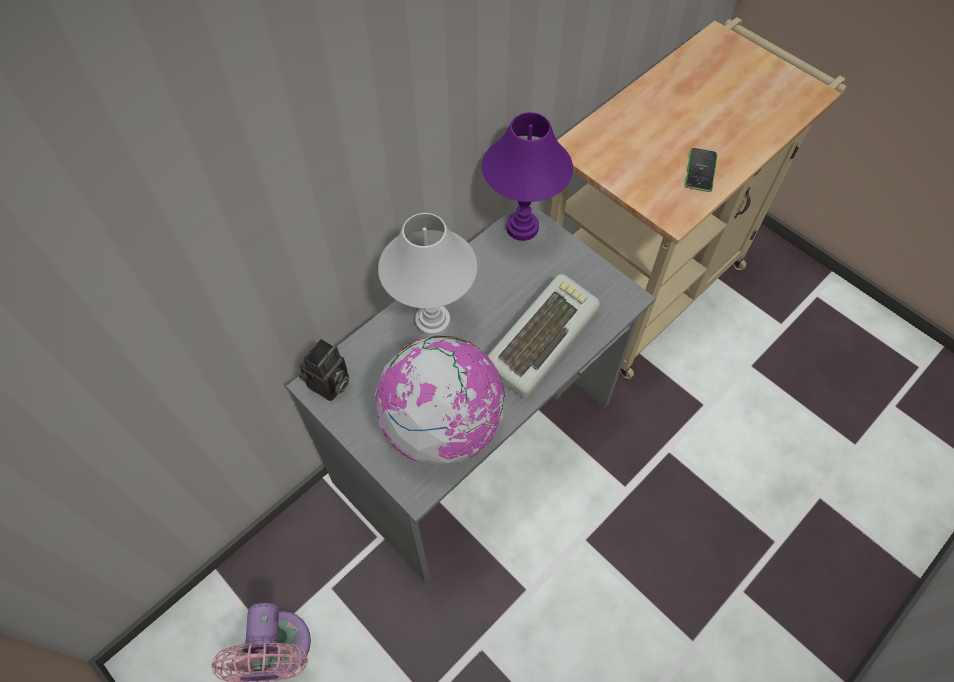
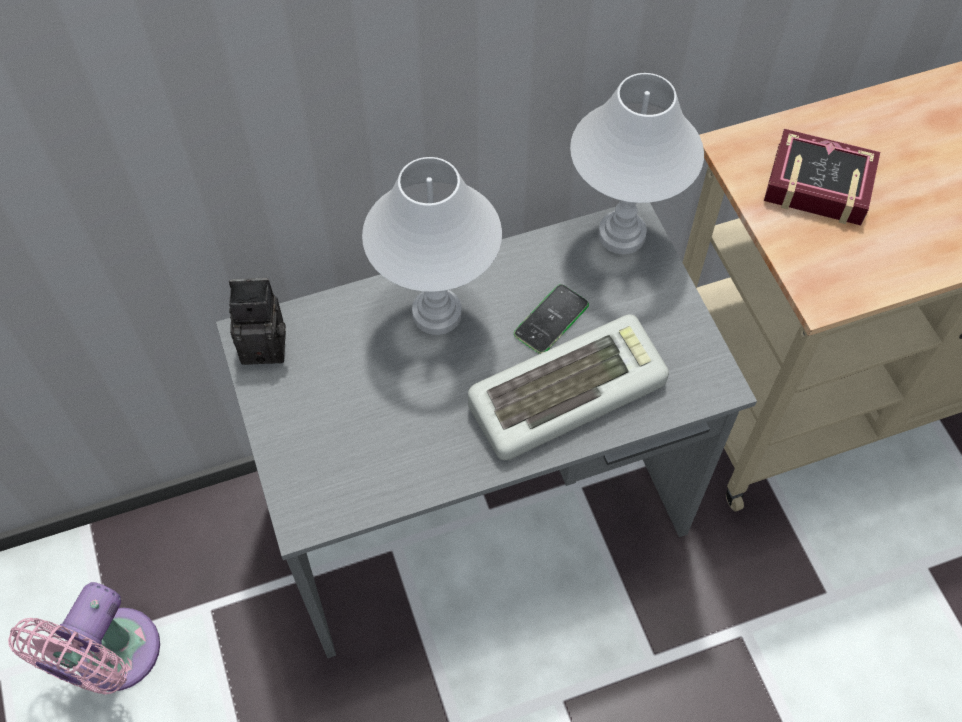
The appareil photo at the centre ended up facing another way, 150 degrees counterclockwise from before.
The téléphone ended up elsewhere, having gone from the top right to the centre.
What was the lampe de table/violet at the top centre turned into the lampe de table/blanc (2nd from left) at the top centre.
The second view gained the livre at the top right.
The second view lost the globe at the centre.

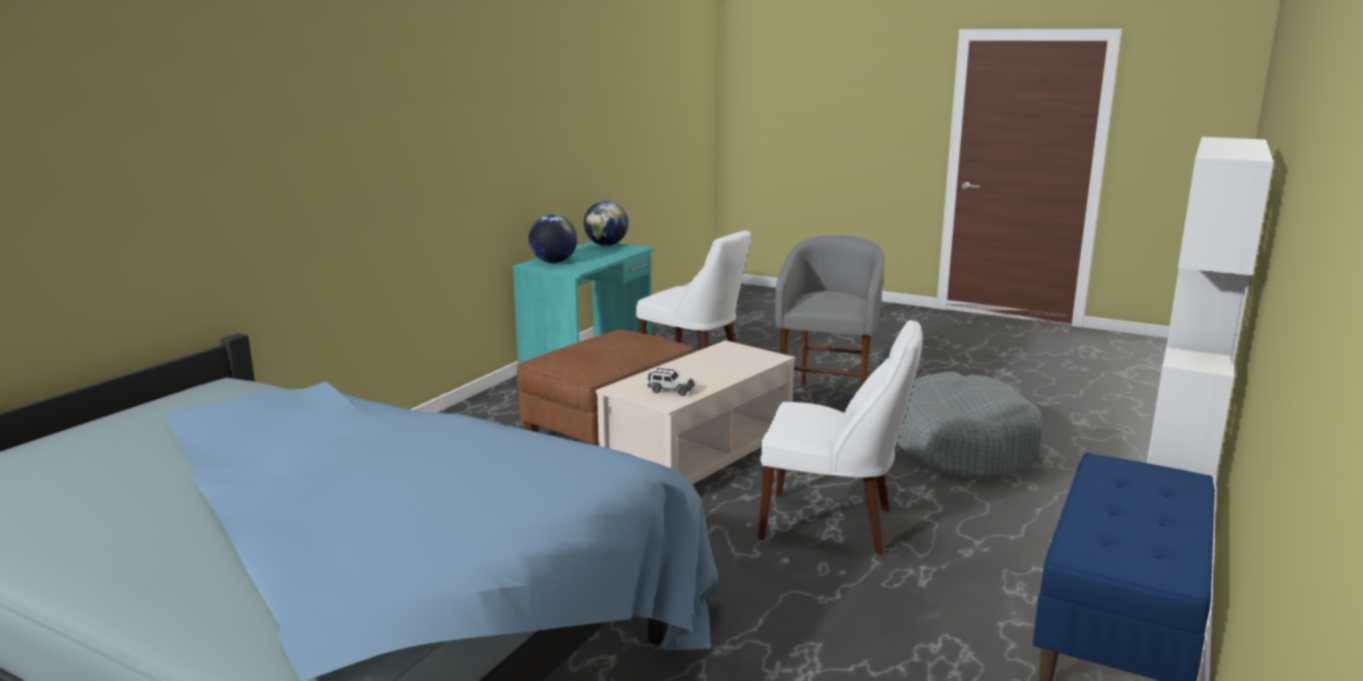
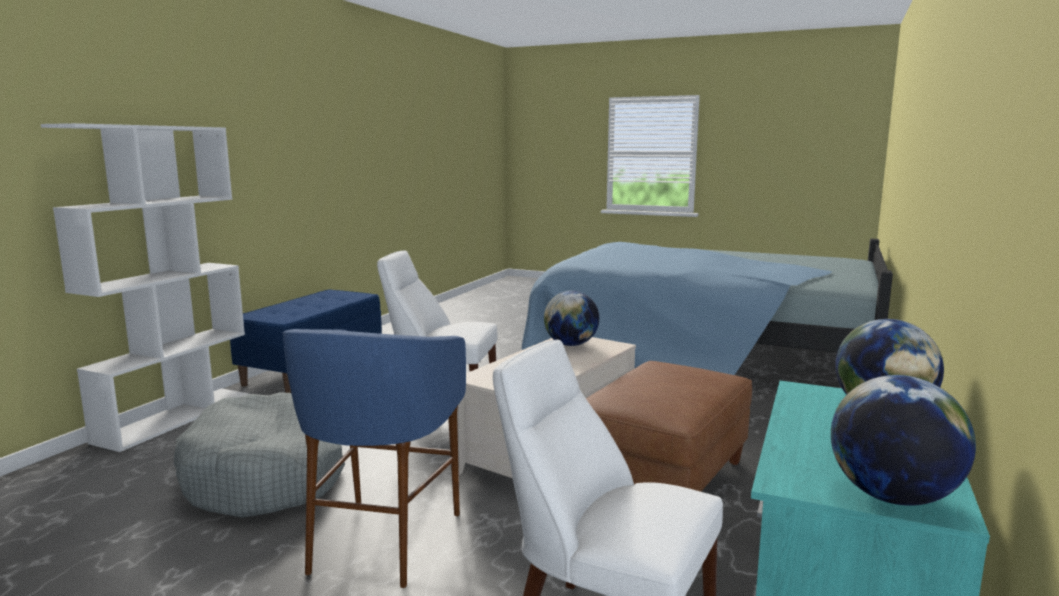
What was the tabouret/gris at the centre turned into the tabouret/bleu at the bottom centre.
Where the petite voiture stood at the centre, the globe (1st from left) came to stand at the centre.

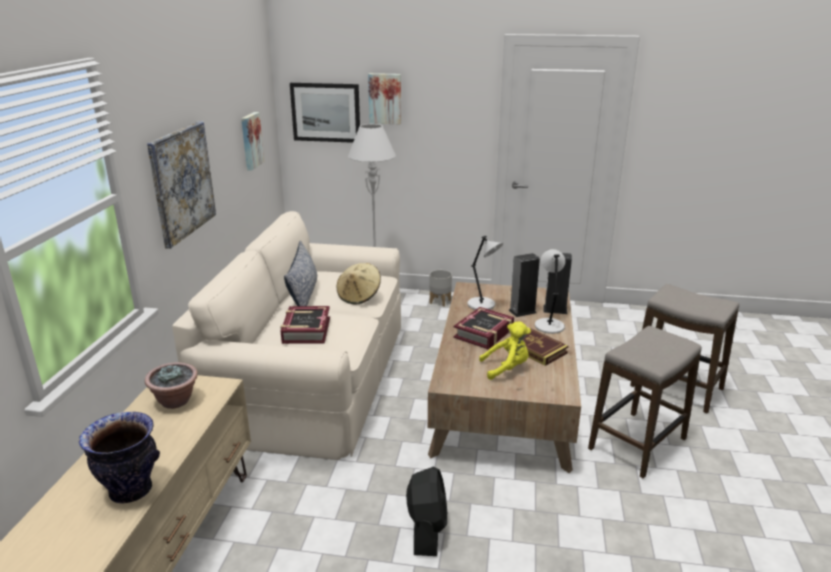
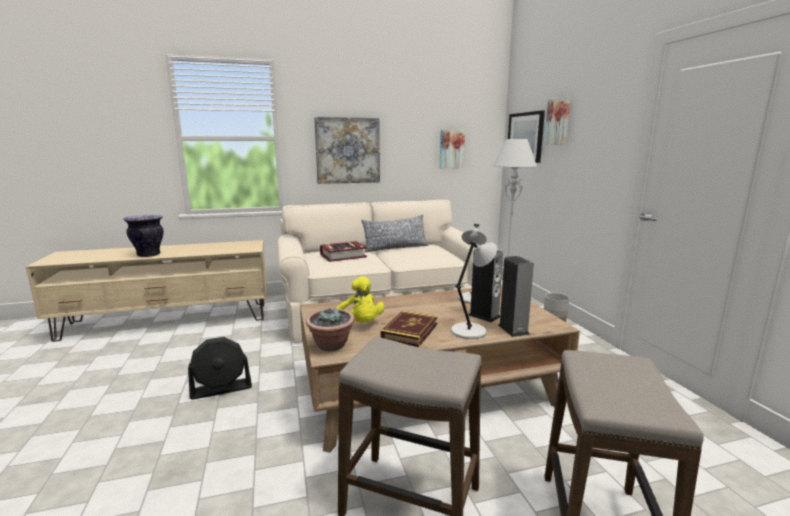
The plante en pot ended up elsewhere, having gone from the bottom left to the centre.
The second view lost the chapeau/beige at the centre.
The second view lost the livre (2nd from left) at the centre.

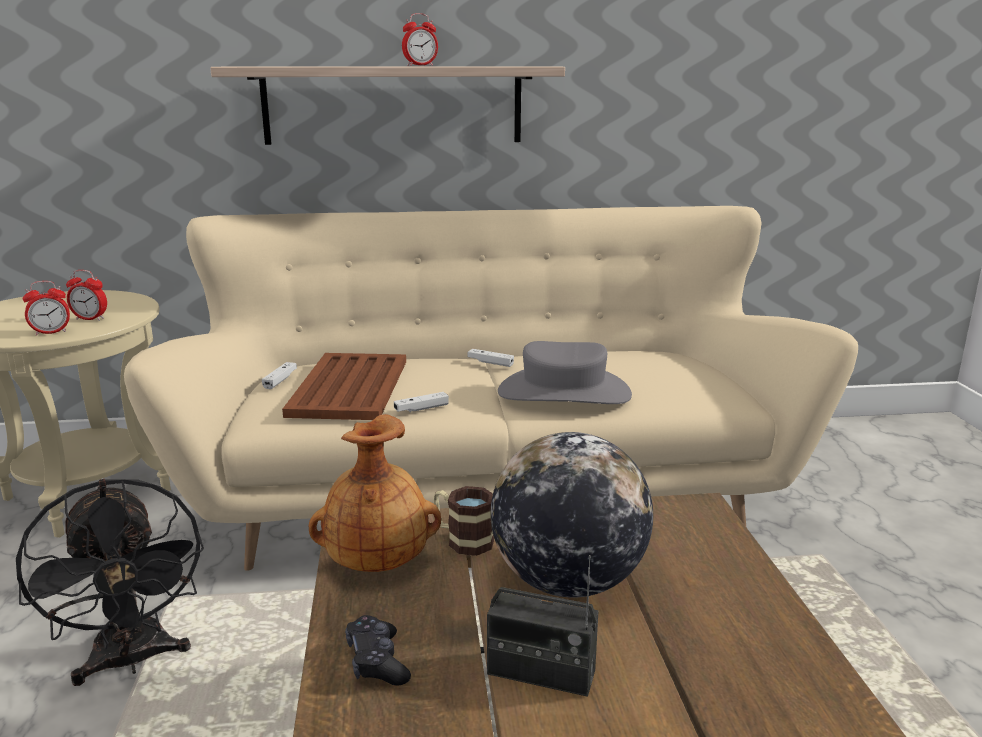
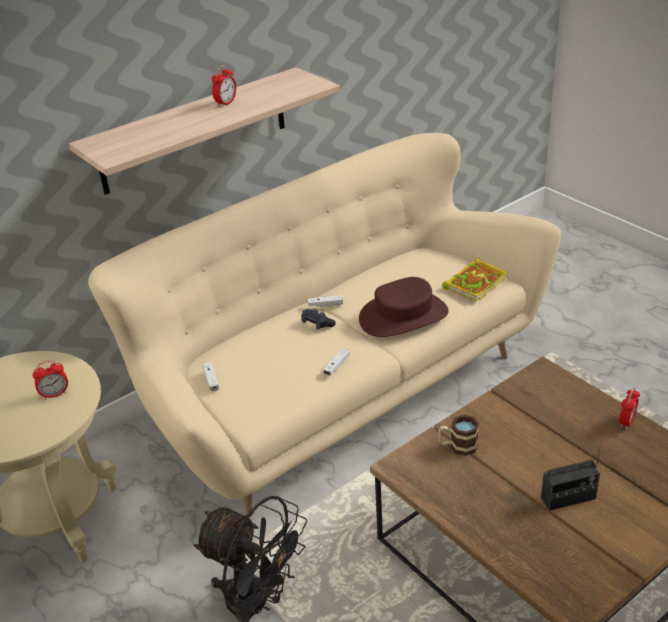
The manette/noir ended up elsewhere, having gone from the bottom centre to the centre.
What was the chapeau/gris at the centre turned into the chapeau/marron at the centre.
The second view gained the livre at the middle right.
The réveil (1st from left in the first image) ended up elsewhere, having gone from the middle left to the middle right.
The second view lost the plateau/marron at the centre.
The second view lost the vase/marron at the bottom centre.
The second view lost the globe at the bottom centre.

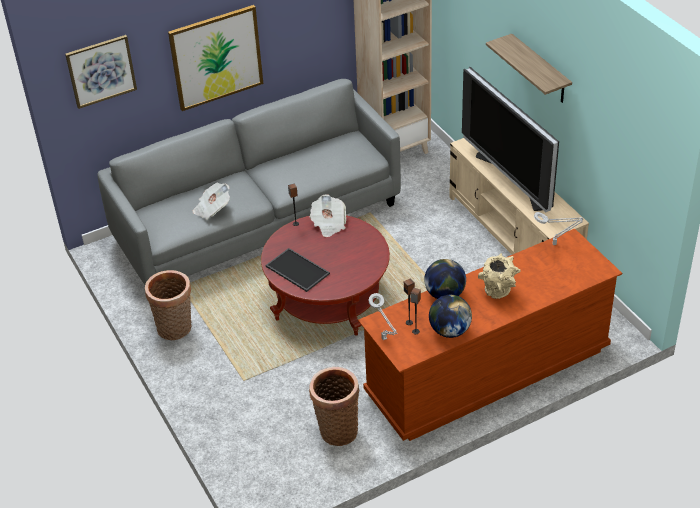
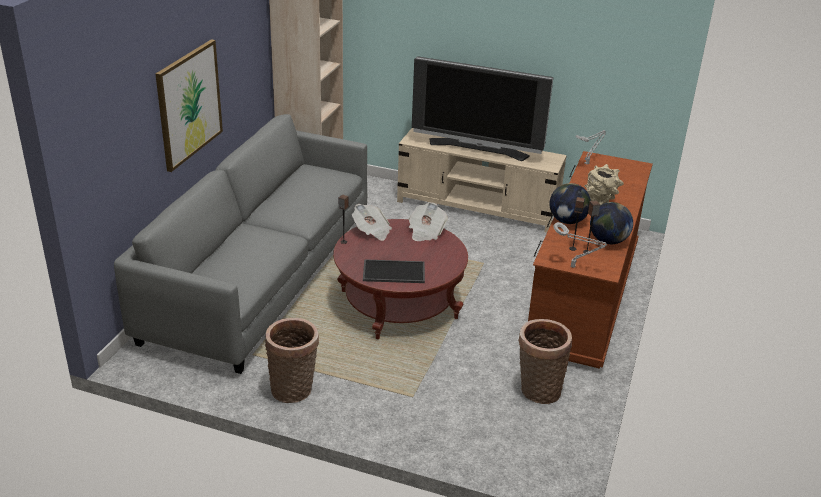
The journal (1st from left in the first image) ended up elsewhere, having gone from the middle left to the centre.
The second view lost the tableau (1st from left) at the top left.
The second view lost the étagère at the top right.

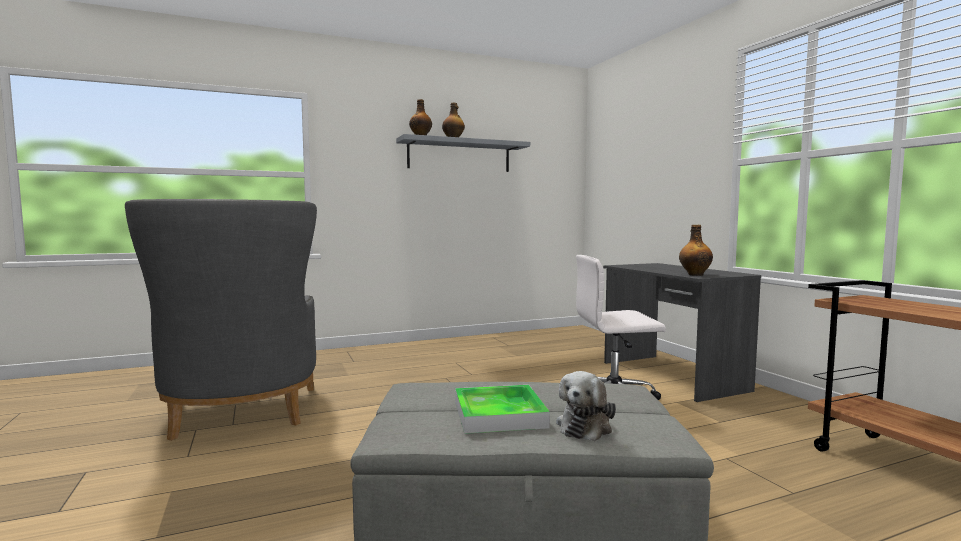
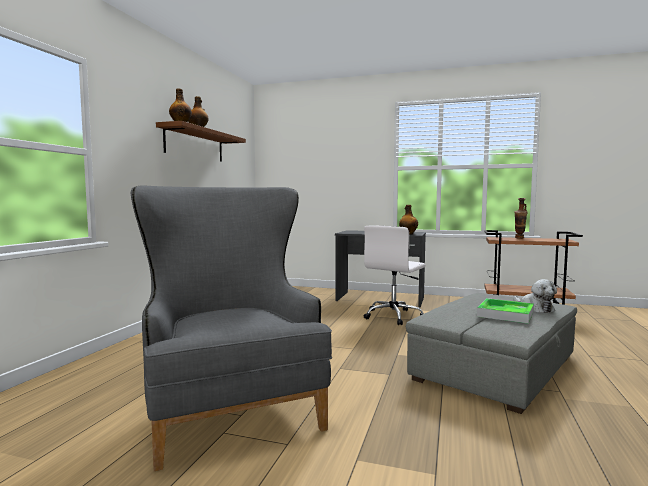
The fauteuil/gris at the middle left ended up facing another way, 135 degrees counterclockwise from before.
What was the étagère/gris at the top centre turned into the étagère/marron at the top left.
The second view gained the vase at the middle right.

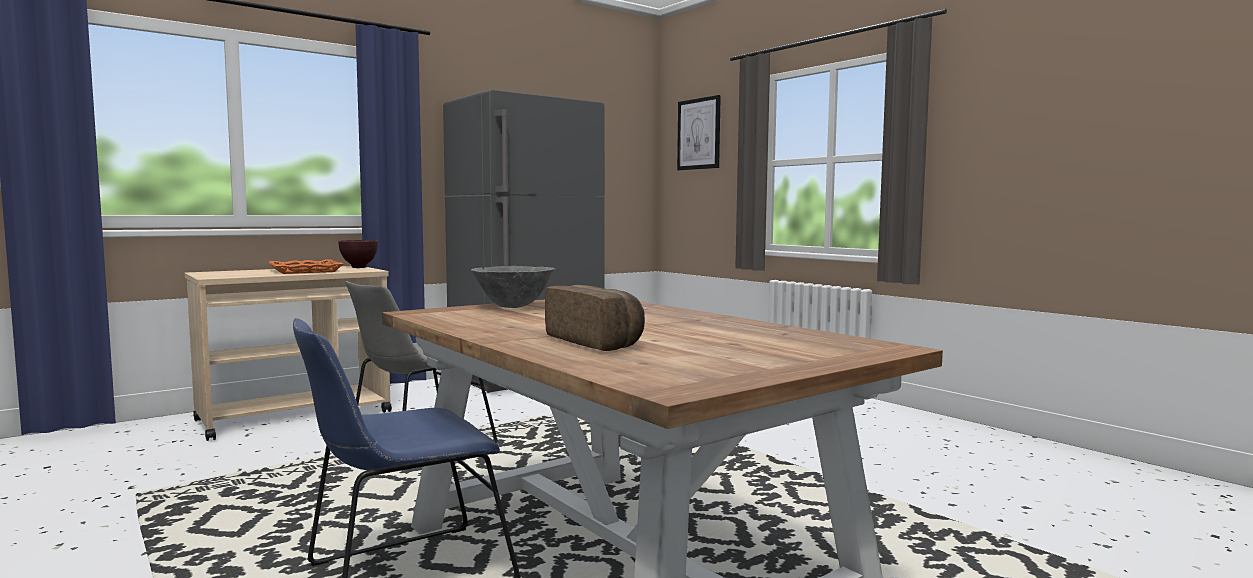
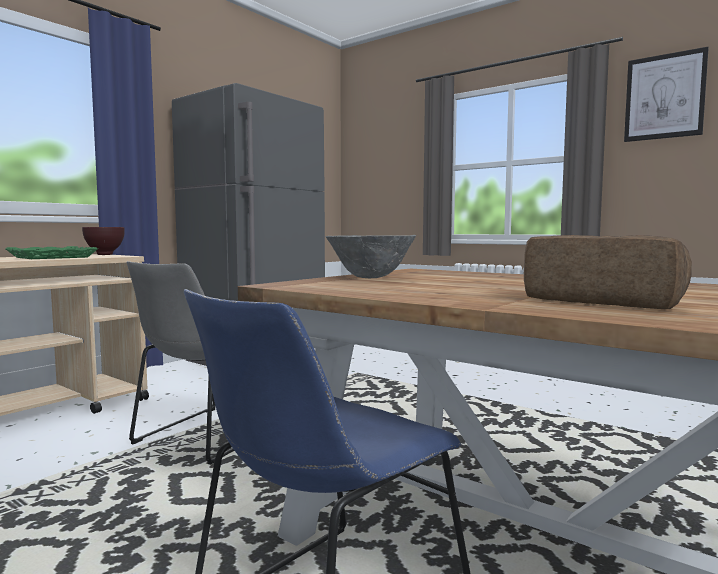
What was the plateau/orange at the middle left turned into the plateau/vert at the middle left.
The tableau ended up elsewhere, having gone from the top centre to the top right.

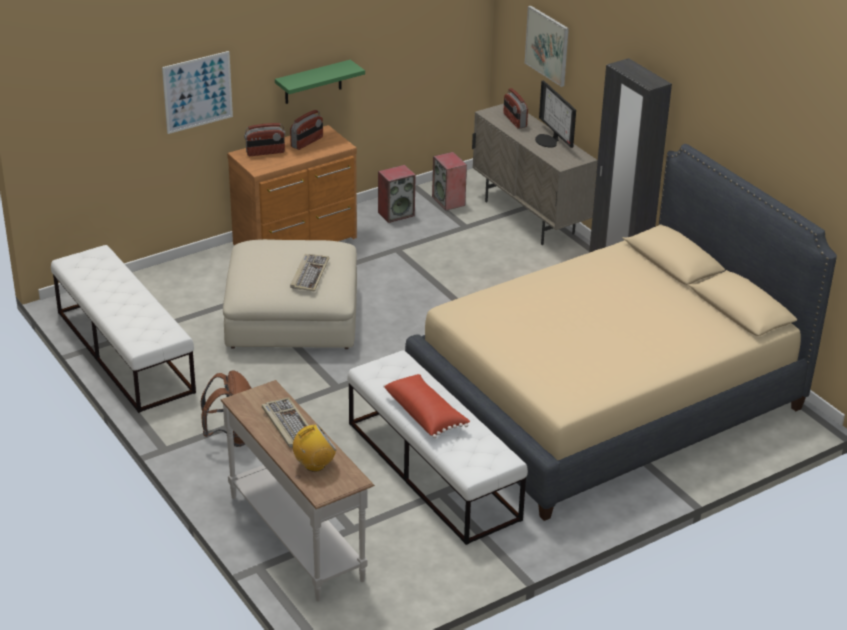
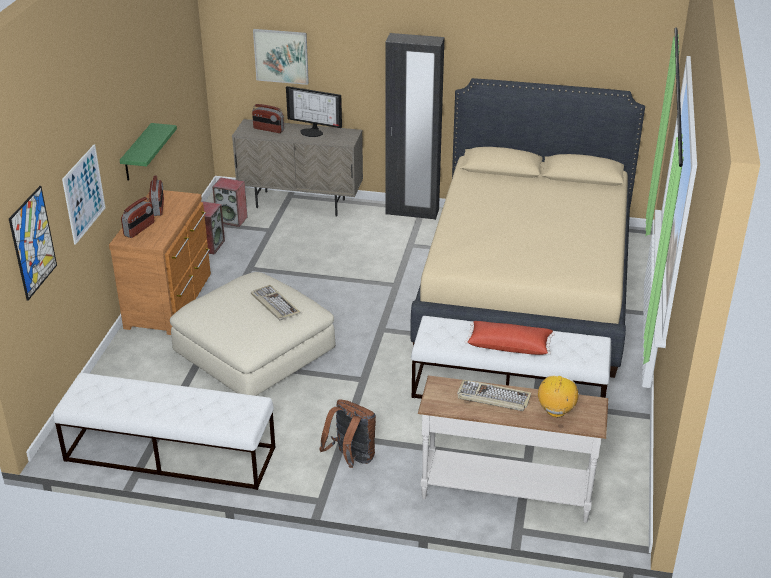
The second view gained the tableau (1st from left) at the middle left.

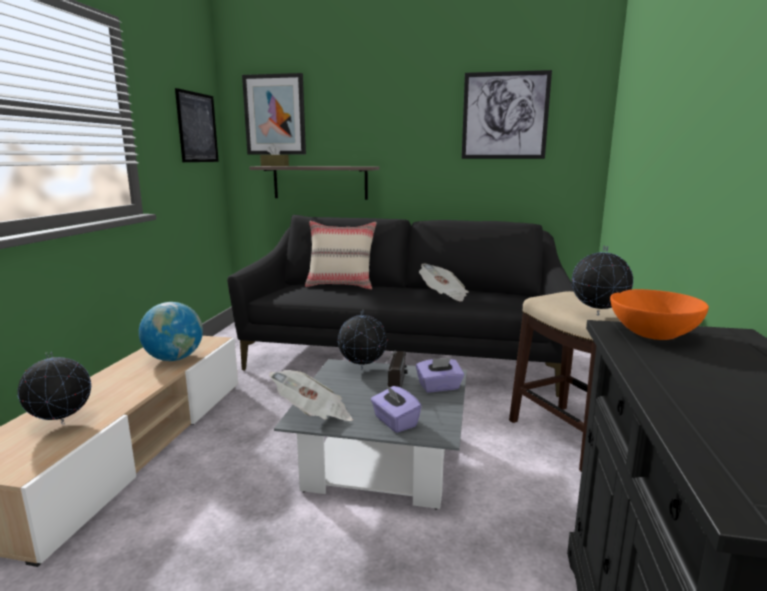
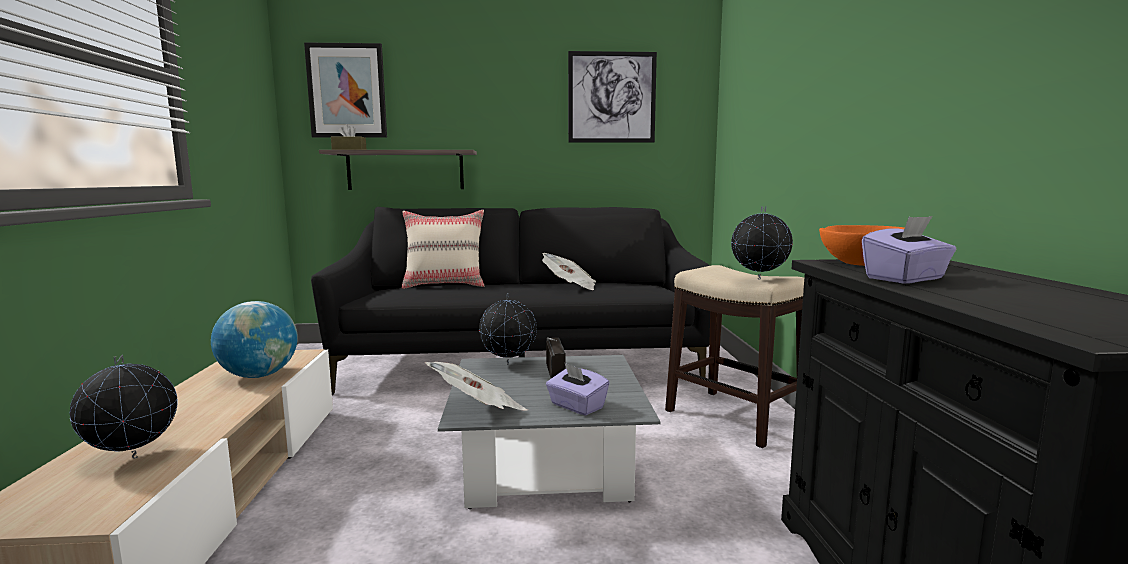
The boîte à mouchoirs/violet (2nd from left) ended up elsewhere, having gone from the centre to the middle right.
The second view lost the tableau (1st from left) at the top left.

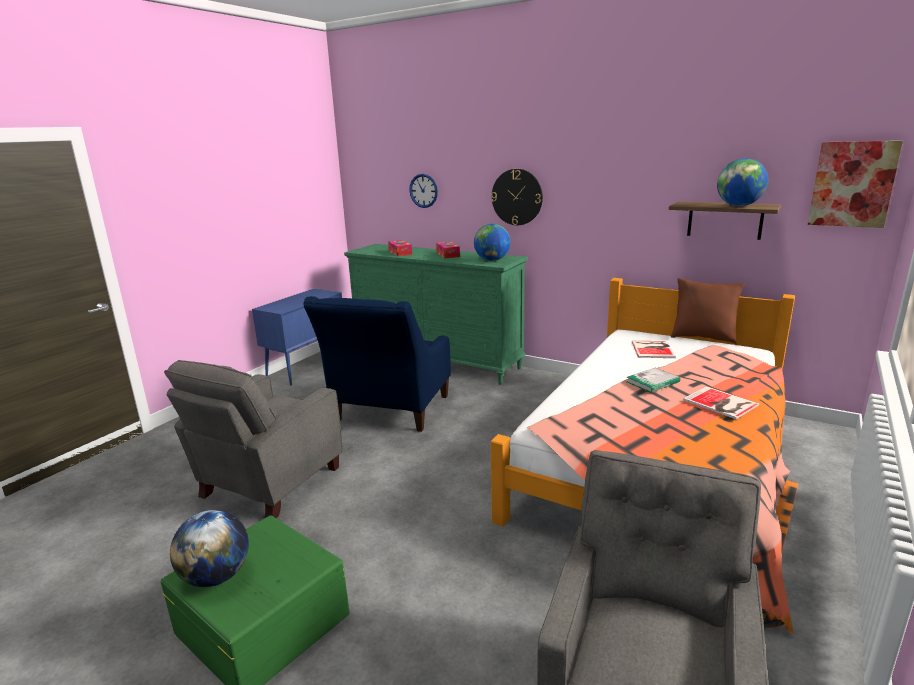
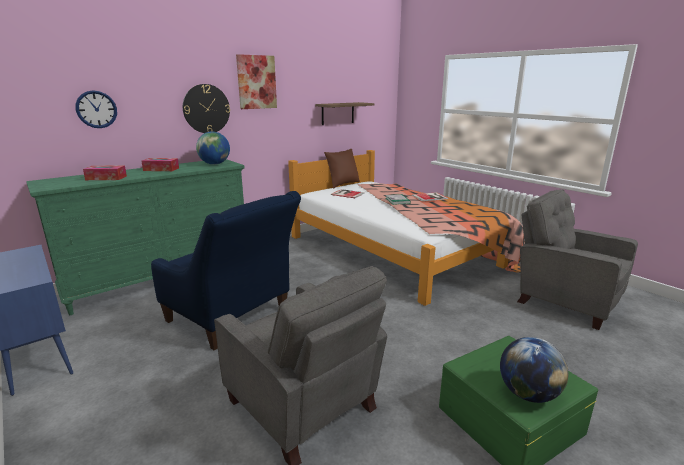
The tableau ended up elsewhere, having gone from the top right to the top centre.
The second view lost the globe (3rd from left) at the top right.

